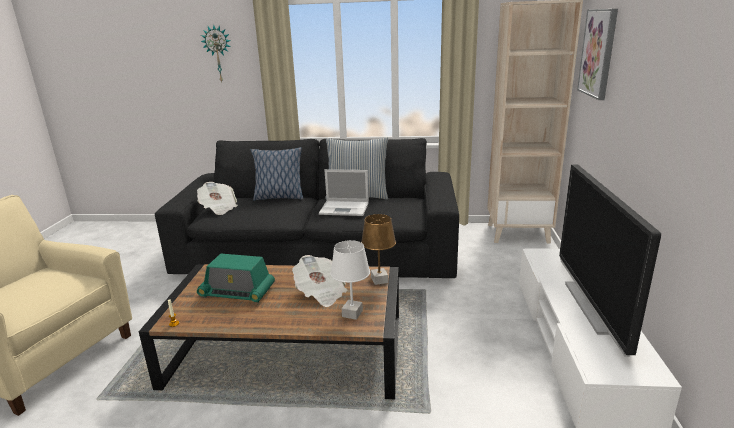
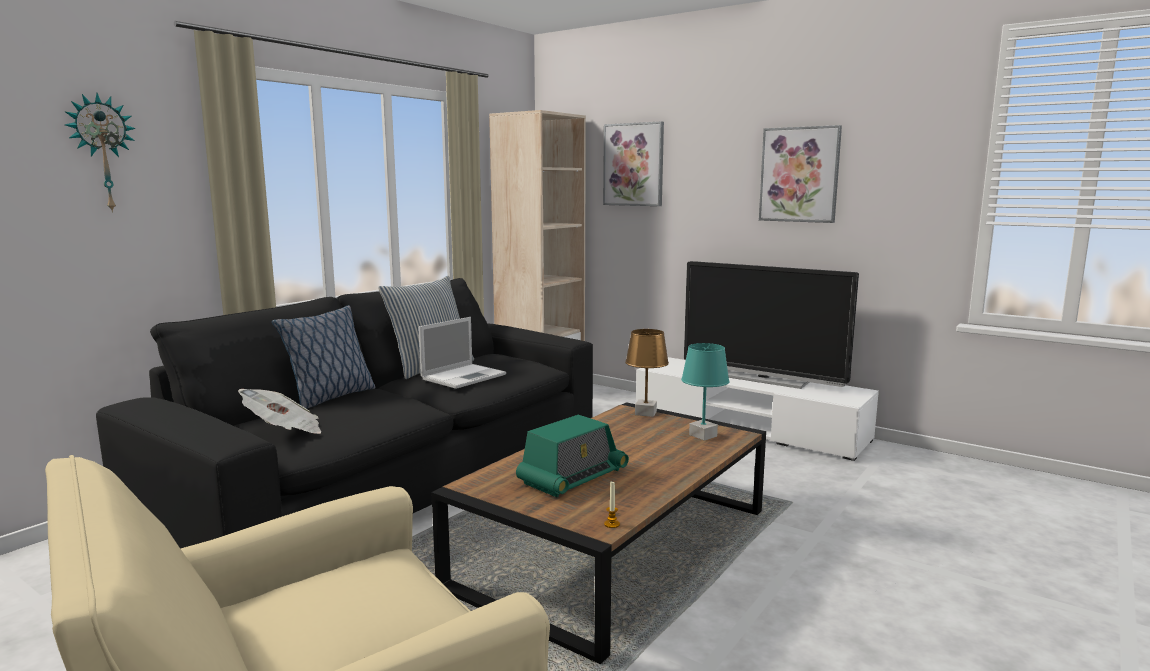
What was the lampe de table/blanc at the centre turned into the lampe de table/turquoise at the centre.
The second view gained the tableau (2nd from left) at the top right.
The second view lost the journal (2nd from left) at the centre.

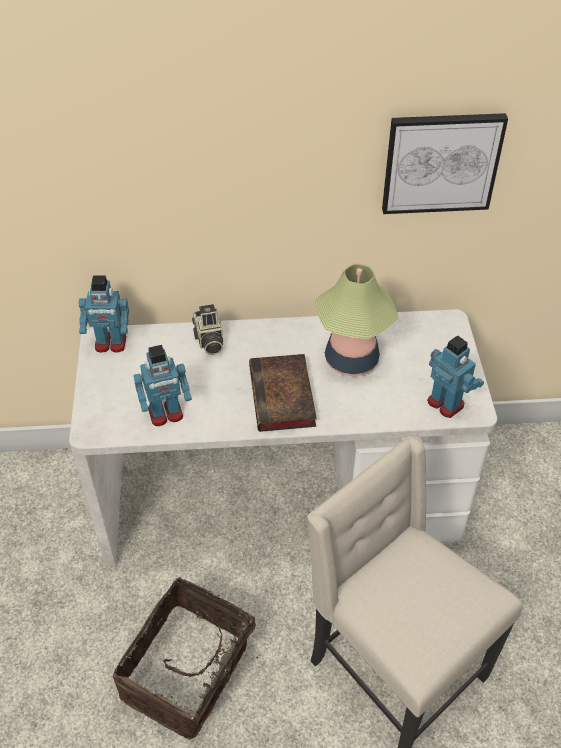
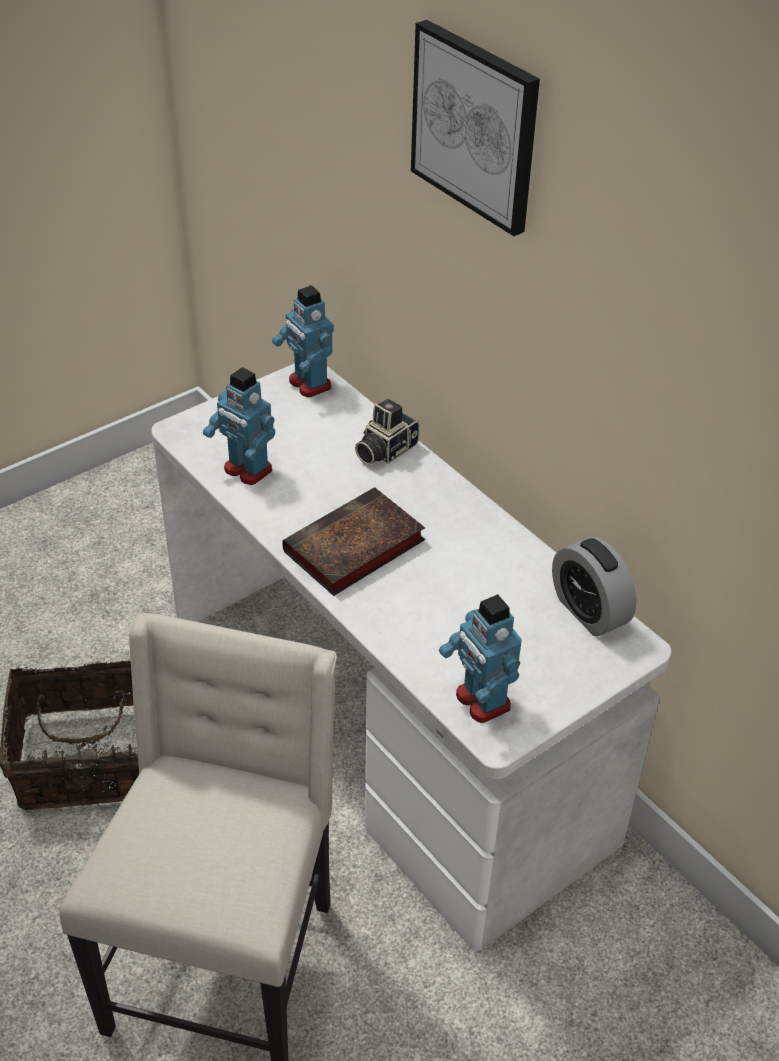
The tableau ended up elsewhere, having gone from the top right to the top centre.
The robot jouet (3rd from left) at the middle right ended up facing another way, 135 degrees clockwise from before.
The second view gained the réveil at the middle right.
The second view lost the lampe de table at the centre.

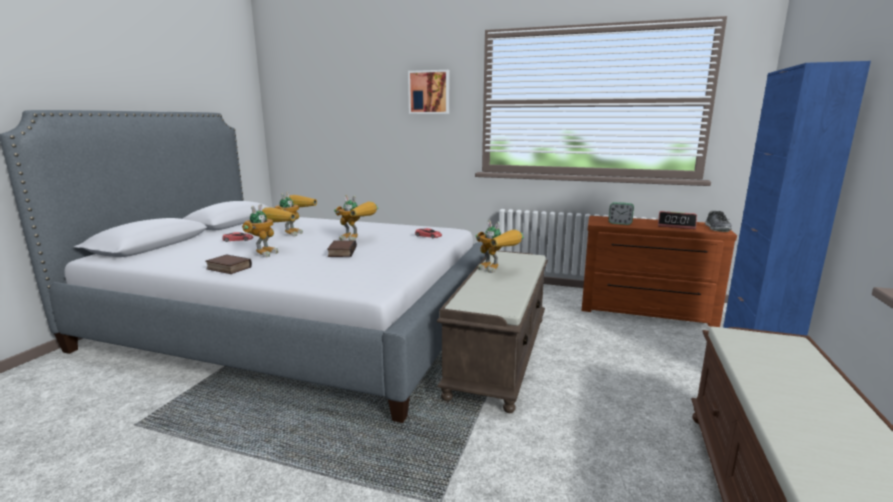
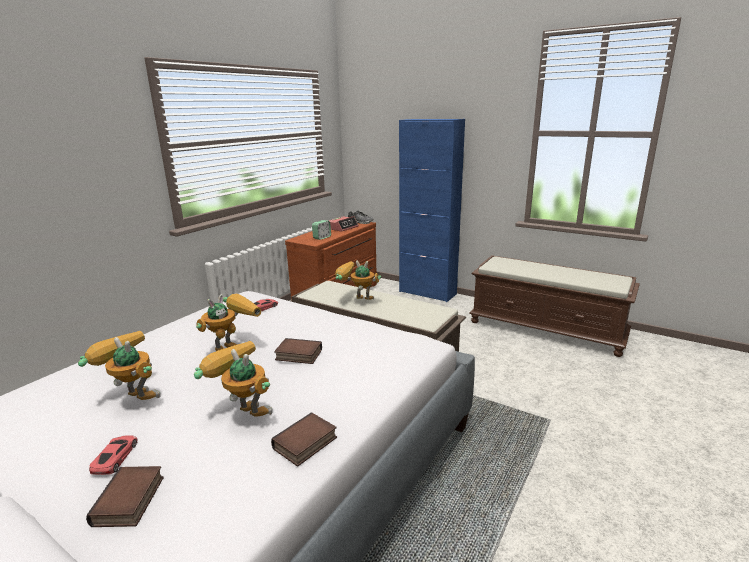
The second view gained the livre (1st from left) at the bottom left.
The robot jouet (4th from left) at the centre ended up facing another way, 135 degrees counterclockwise from before.
The second view lost the tableau at the top centre.

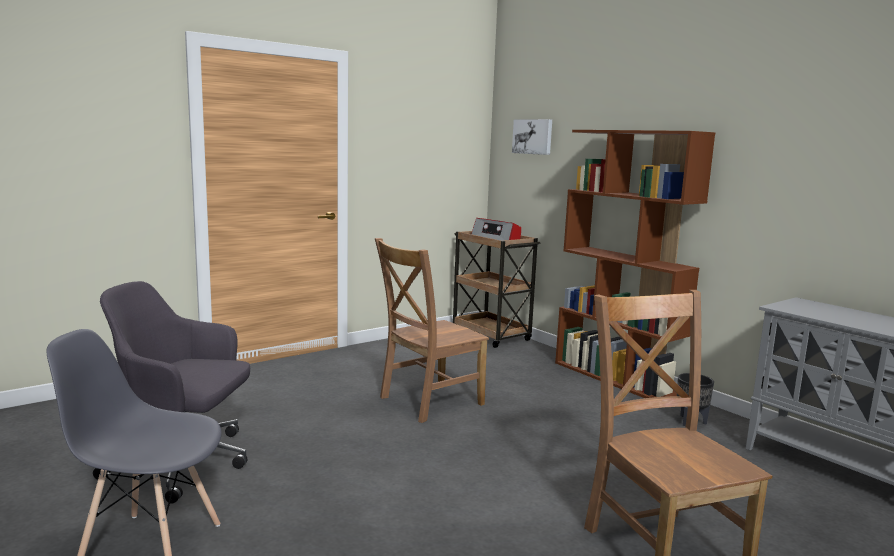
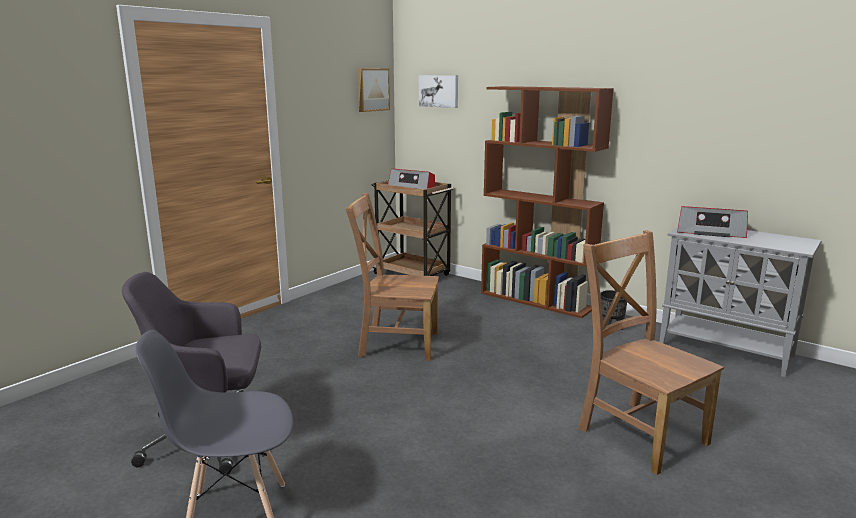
The chaise/marron (1st from left) at the centre ended up facing another way, 60 degrees clockwise from before.
The second view gained the tableau (1st from left) at the top centre.
The second view gained the radio (2nd from left) at the middle right.

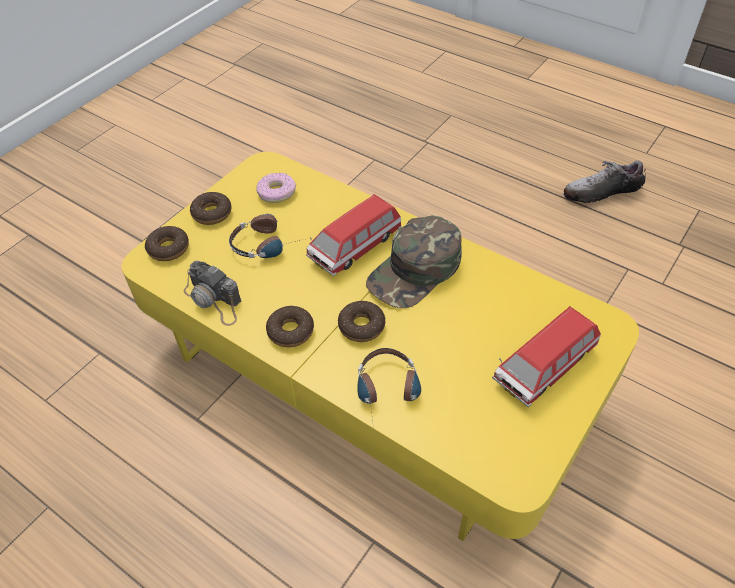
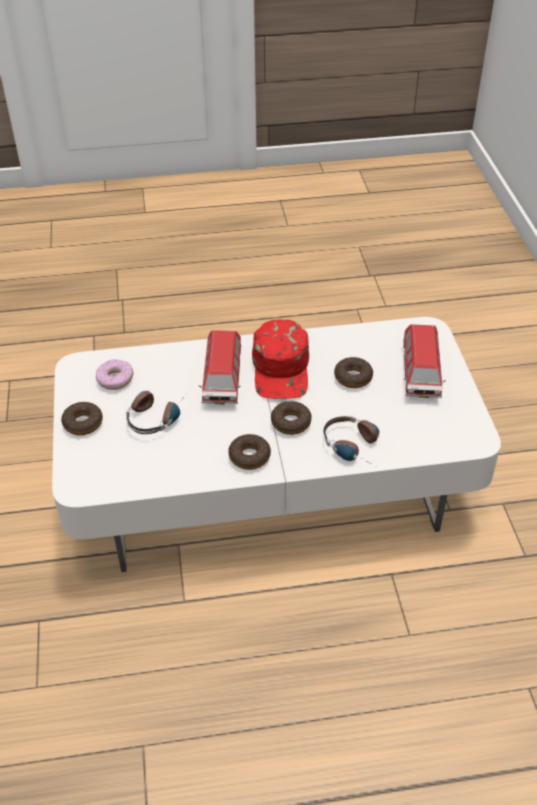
What was the table basse/jaune at the centre turned into the table basse/blanc at the centre.
What was the casquette/vert at the centre turned into the casquette/rouge at the centre.
The beignet (1st from left in the first image) ended up elsewhere, having gone from the middle left to the centre.
The second view lost the appareil photo at the middle left.
The second view lost the chaussure at the top right.

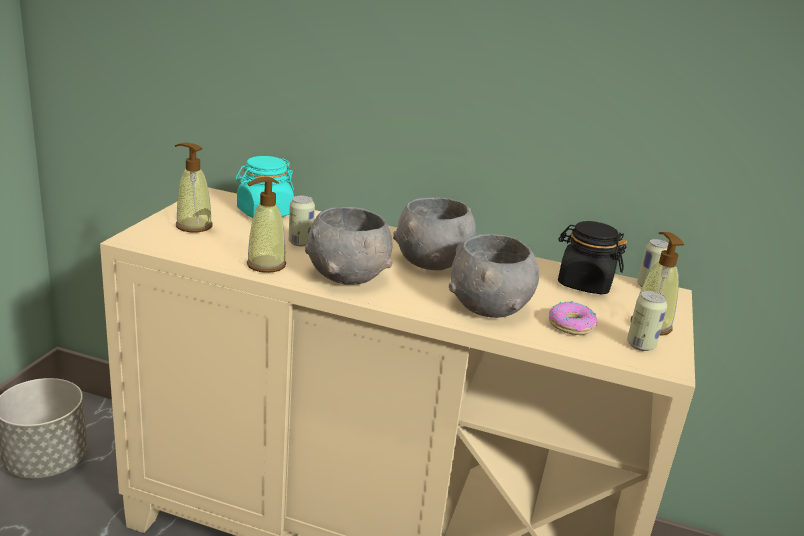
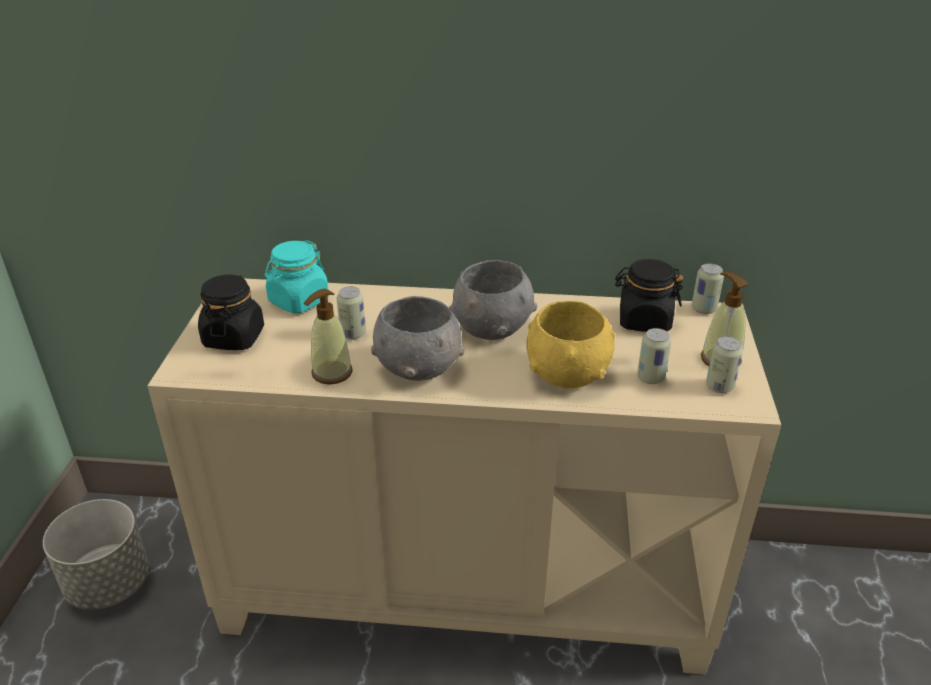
Where the distributeur de savon (1st from left) stood at the middle left, the bocal/noir (1st from left) came to stand at the middle left.
What was the bol/gris (3rd from left) at the centre turned into the bol/jaune at the centre.
Where the beignet stood at the middle right, the boîte métallique (2nd from left) came to stand at the middle right.

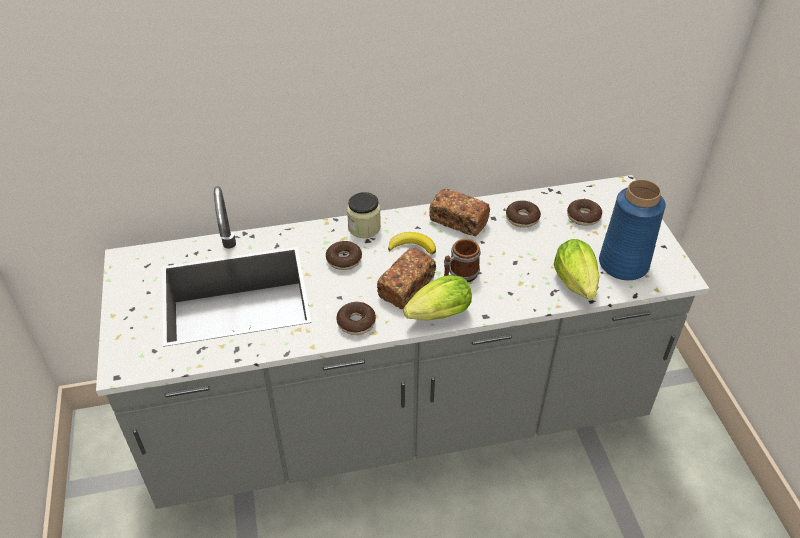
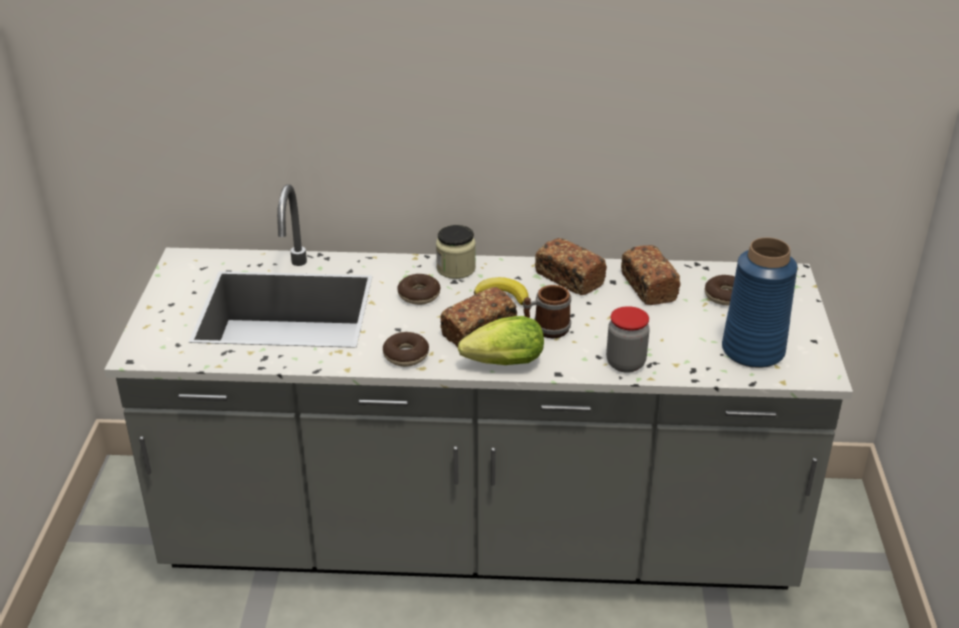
The second view gained the bocal (2nd from left) at the centre.
Where the beignet (3rd from left) stood at the centre, the pain (3rd from left) came to stand at the middle right.
The second view lost the laitue (2nd from left) at the middle right.

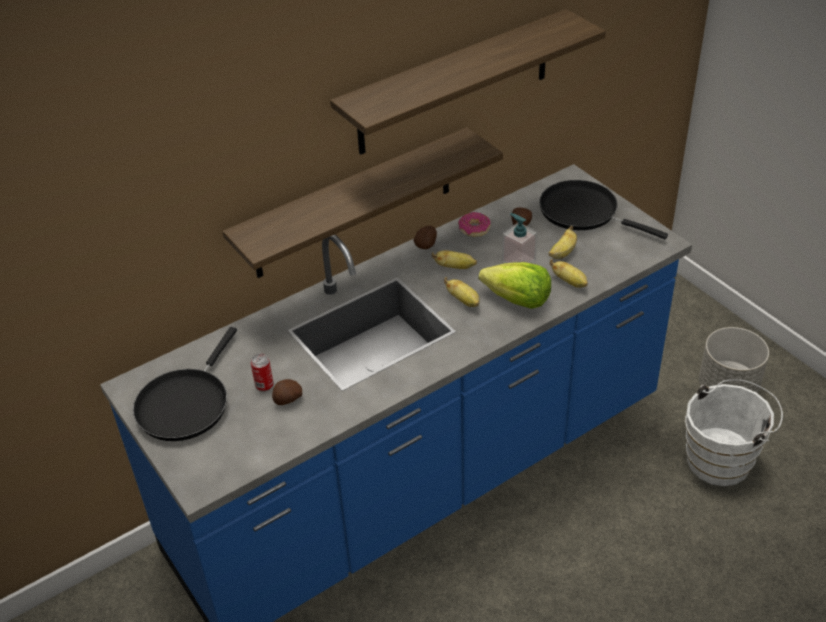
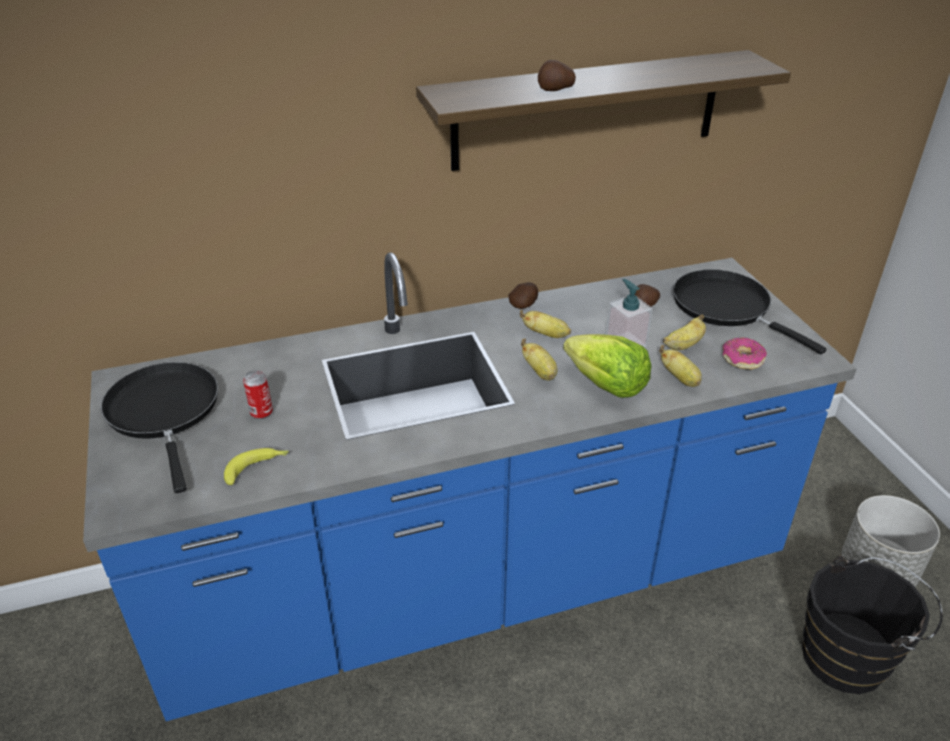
The poêle/noir (1st from left) at the middle left ended up facing another way, 120 degrees clockwise from before.
The second view gained the banane (1st from left) at the middle left.
The pomme de terre (1st from left in the first image) ended up elsewhere, having gone from the centre to the top centre.
The beignet ended up elsewhere, having gone from the centre to the middle right.
What was the seau/blanc at the bottom right turned into the seau/noir at the bottom right.
The second view lost the étagère (1st from left) at the top centre.

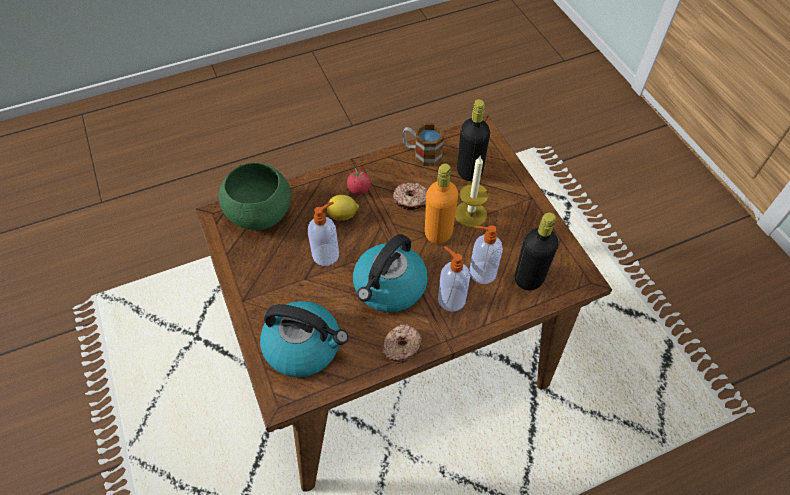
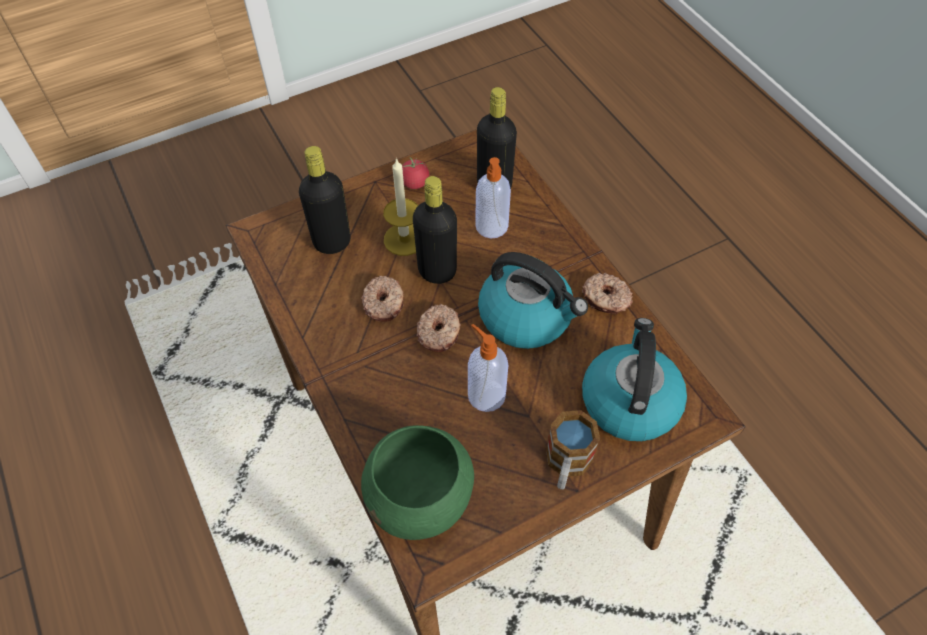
The tomate ended up elsewhere, having gone from the centre to the top centre.
What was the bouteille/orange at the centre turned into the bouteille/noir (2nd from left) at the centre.
The second view gained the beignet (2nd from left) at the centre.
The mug ended up elsewhere, having gone from the top centre to the bottom centre.
The second view lost the citron at the centre.
The second view lost the distributeur de savon (2nd from left) at the centre.

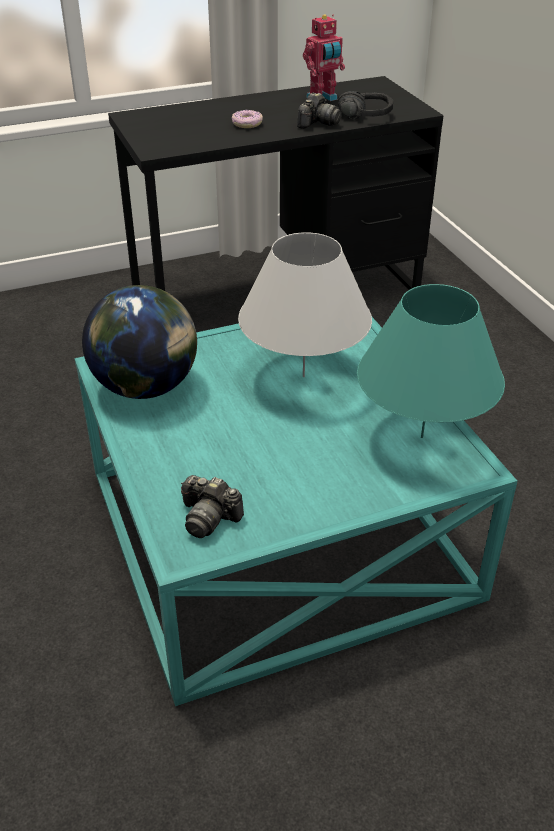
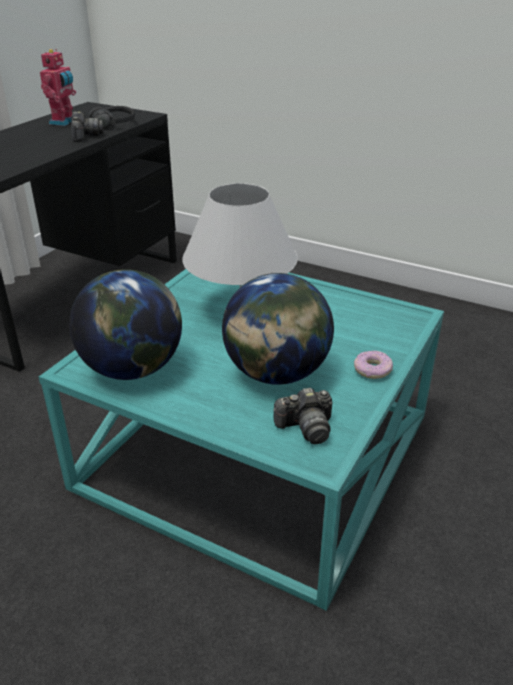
The second view gained the globe (2nd from left) at the centre.
The beignet ended up elsewhere, having gone from the top centre to the middle right.
The second view lost the lampe de table/turquoise at the middle right.

